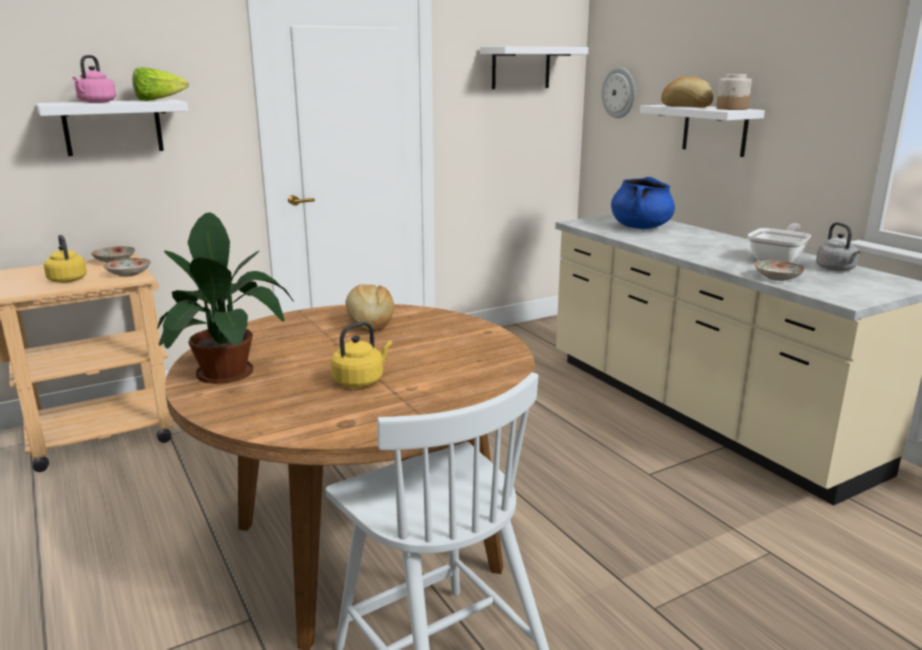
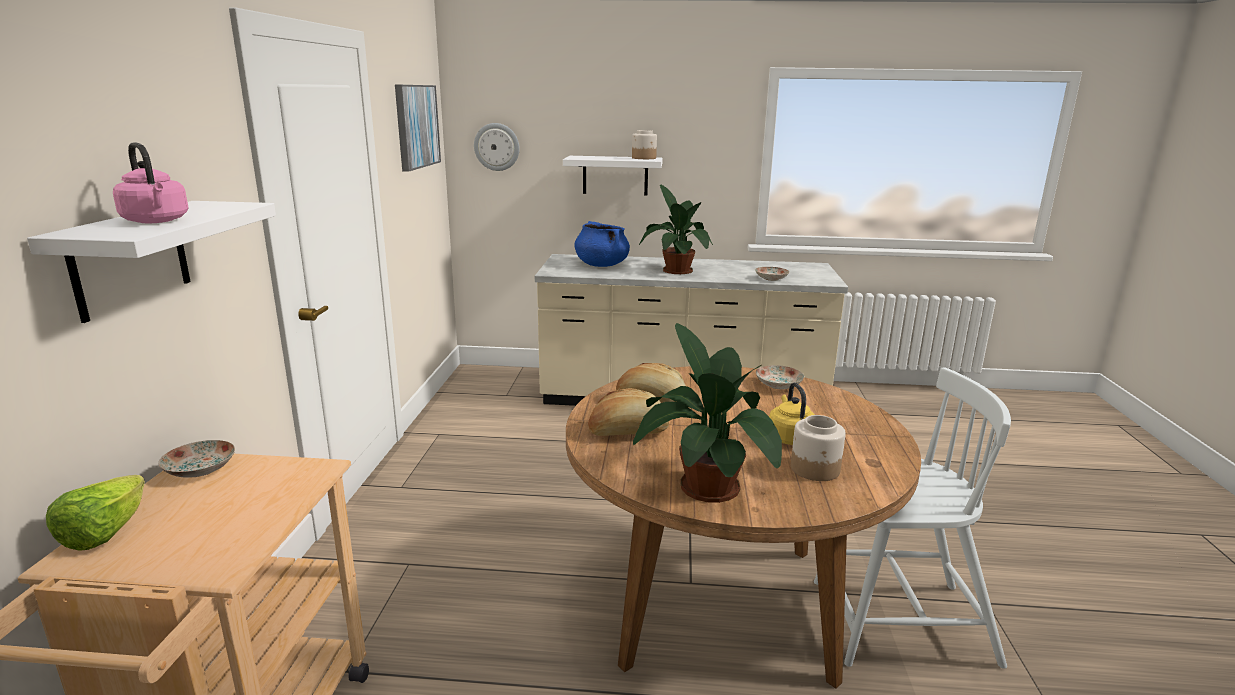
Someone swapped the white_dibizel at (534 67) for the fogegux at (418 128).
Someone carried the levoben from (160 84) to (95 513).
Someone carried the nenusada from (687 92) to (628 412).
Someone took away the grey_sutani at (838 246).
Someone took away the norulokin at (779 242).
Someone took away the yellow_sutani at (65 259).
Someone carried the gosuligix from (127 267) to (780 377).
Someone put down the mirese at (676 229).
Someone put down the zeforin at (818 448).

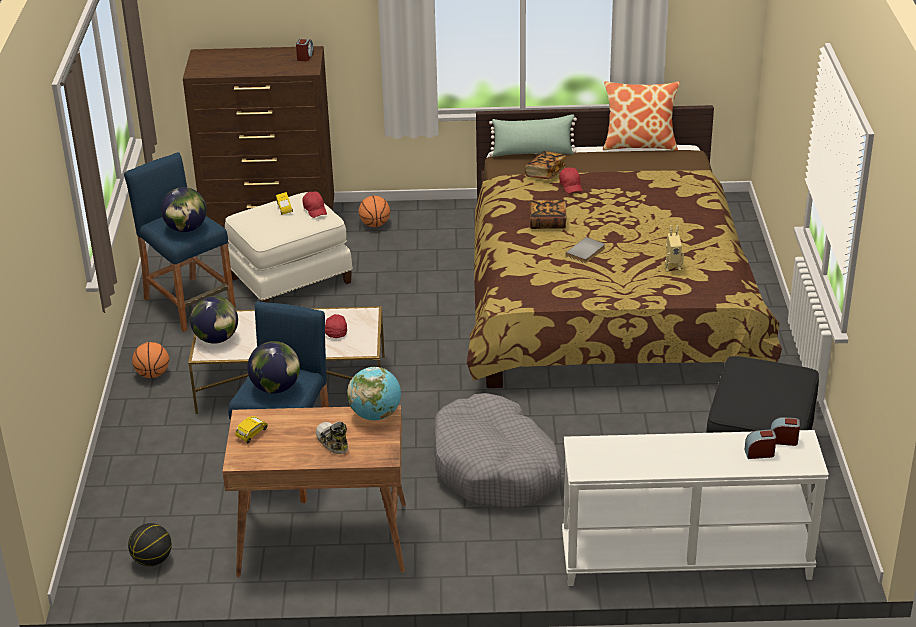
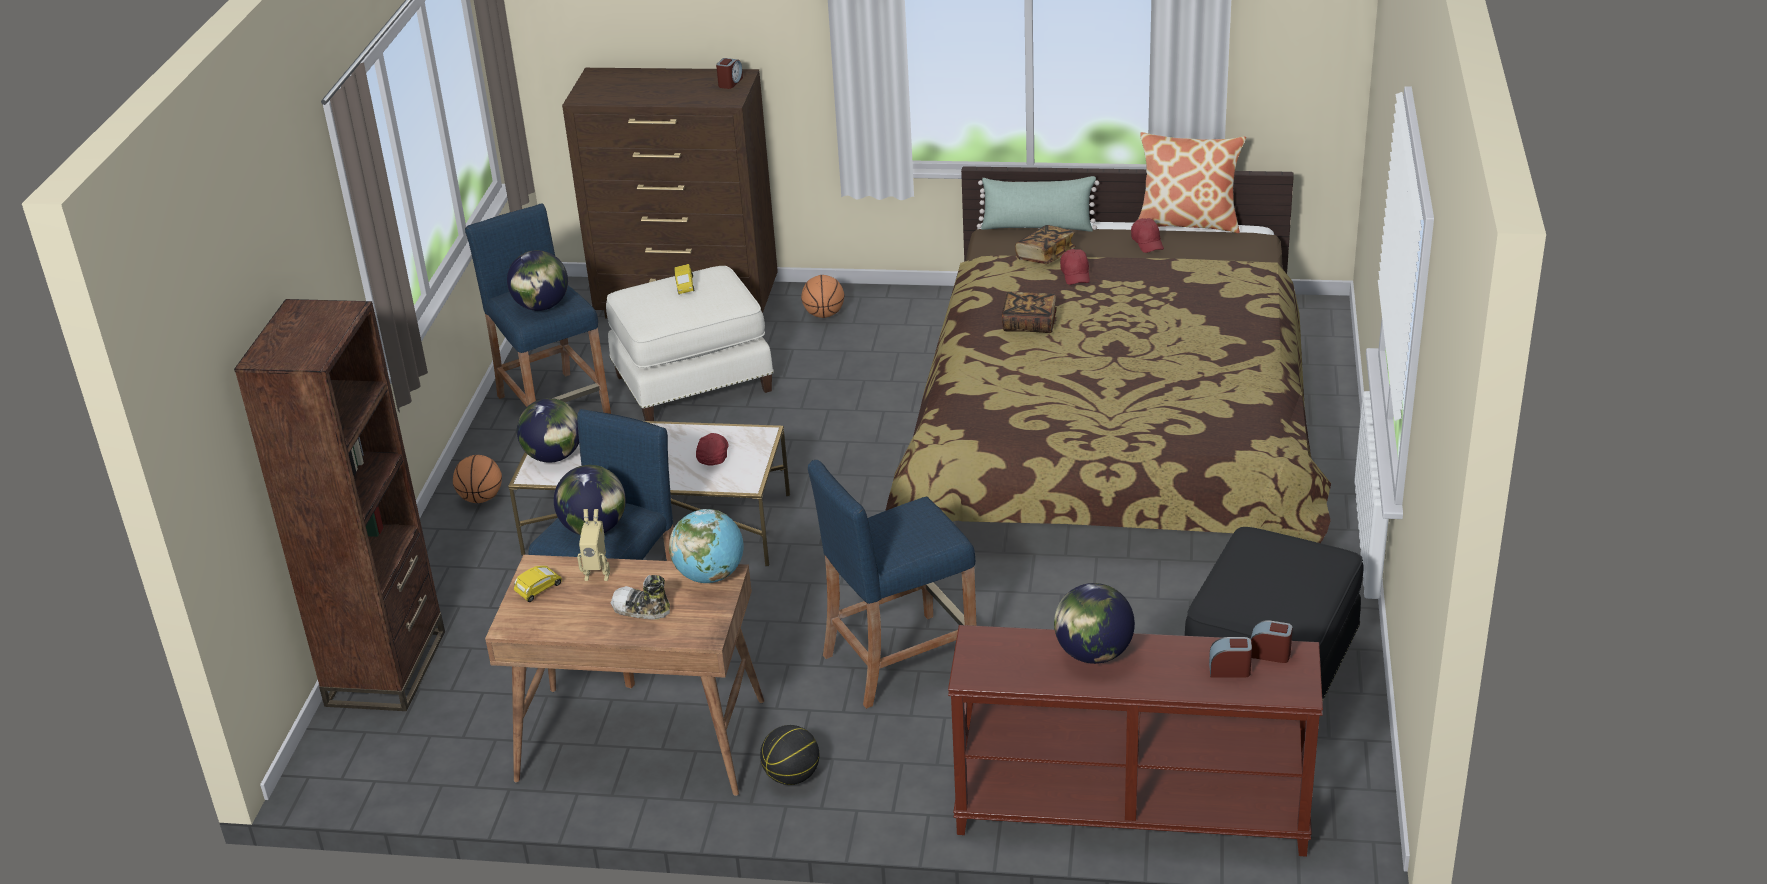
Someone carried the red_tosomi from (314 204) to (1147 235).
Someone carried the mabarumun from (674 248) to (593 545).
Someone took away the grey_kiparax at (585 250).
Someone swapped the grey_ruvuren at (498 451) for the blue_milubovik at (892 584).
Someone rotated the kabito at (331 437) by 45 degrees counterclockwise.
Someone repainted the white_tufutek at (695 508), which became the brown_tufutek at (1135 741).
Someone carried the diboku from (150 544) to (790 755).
Someone put down the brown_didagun at (339 505).
Someone put down the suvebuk at (1094 623).

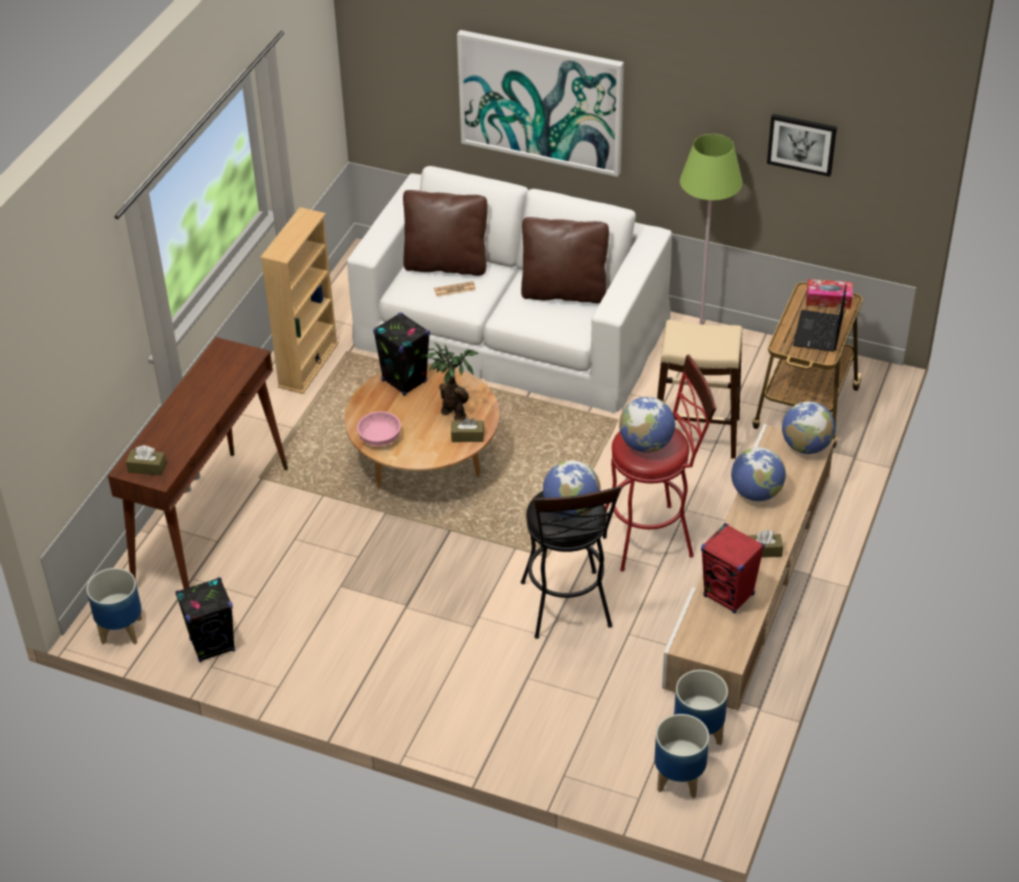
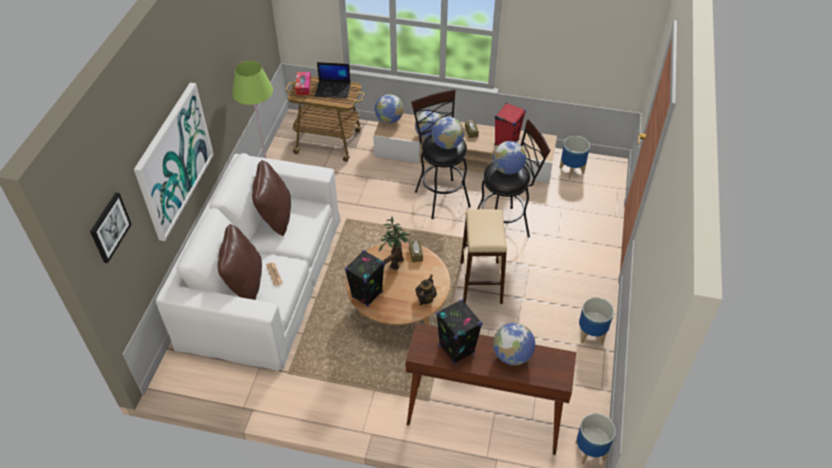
Someone carried the fogegux from (802 145) to (111 227).
Someone took away the beige_didagun at (299 300).
Someone carried the beige_milubovik from (700 389) to (483 256).
Someone repainted the red_milubovik at (660 463), which became the black_milubovik at (441 154).
Someone swapped the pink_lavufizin at (379 428) for the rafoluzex at (426 290).
Someone took away the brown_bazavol at (146 460).
Someone carried the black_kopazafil from (205 619) to (459 332).
Someone carried the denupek from (682 756) to (596 320).
Someone put down the suvebuk at (514 344).

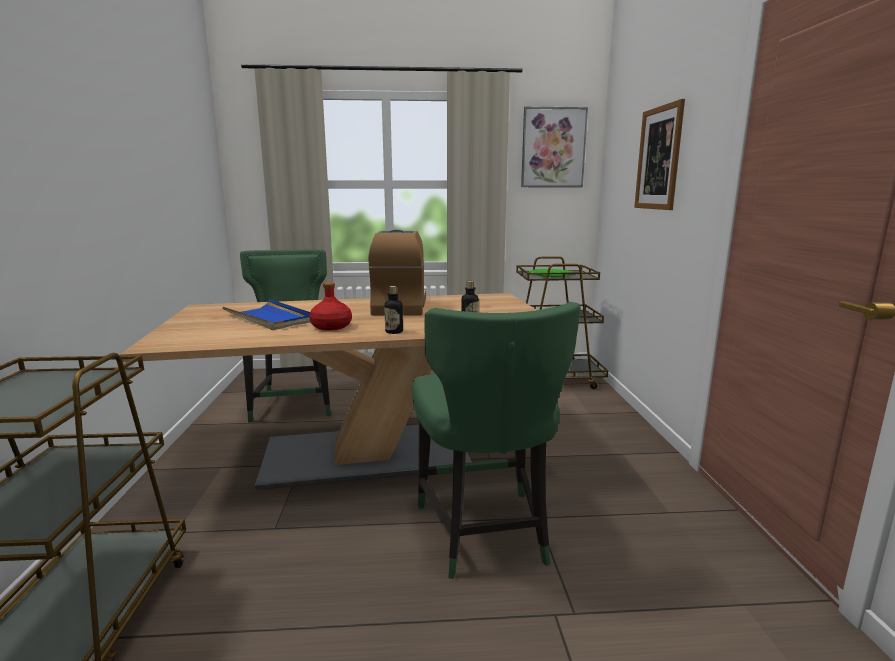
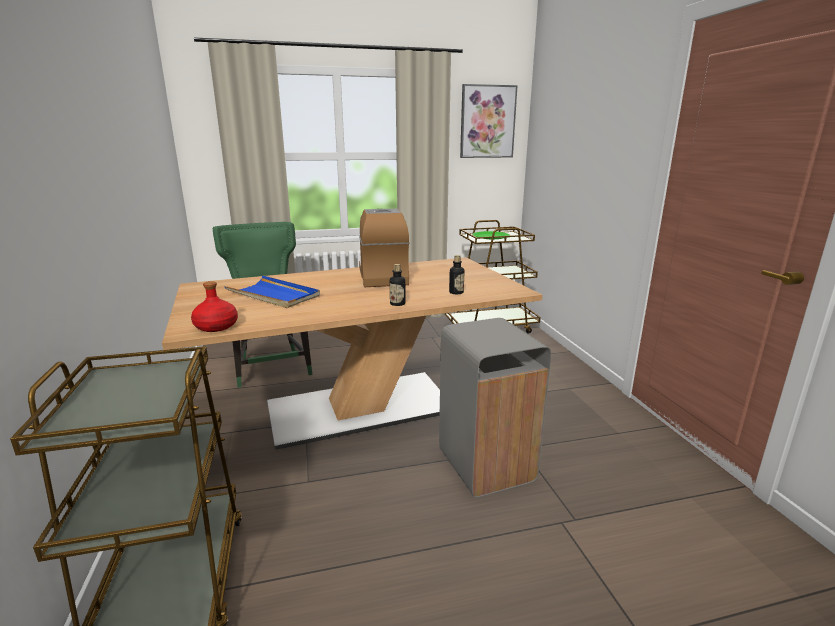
Someone took away the fogegux at (659 154).
Someone carried the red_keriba from (330 306) to (214 306).
Someone swapped the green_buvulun at (496 440) for the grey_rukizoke at (495 407).

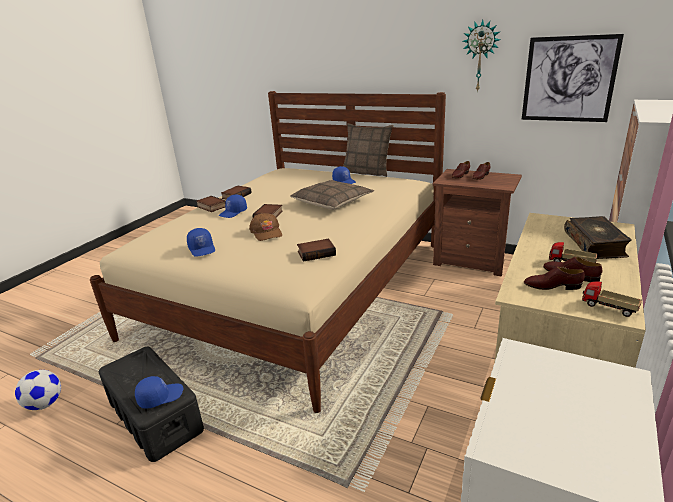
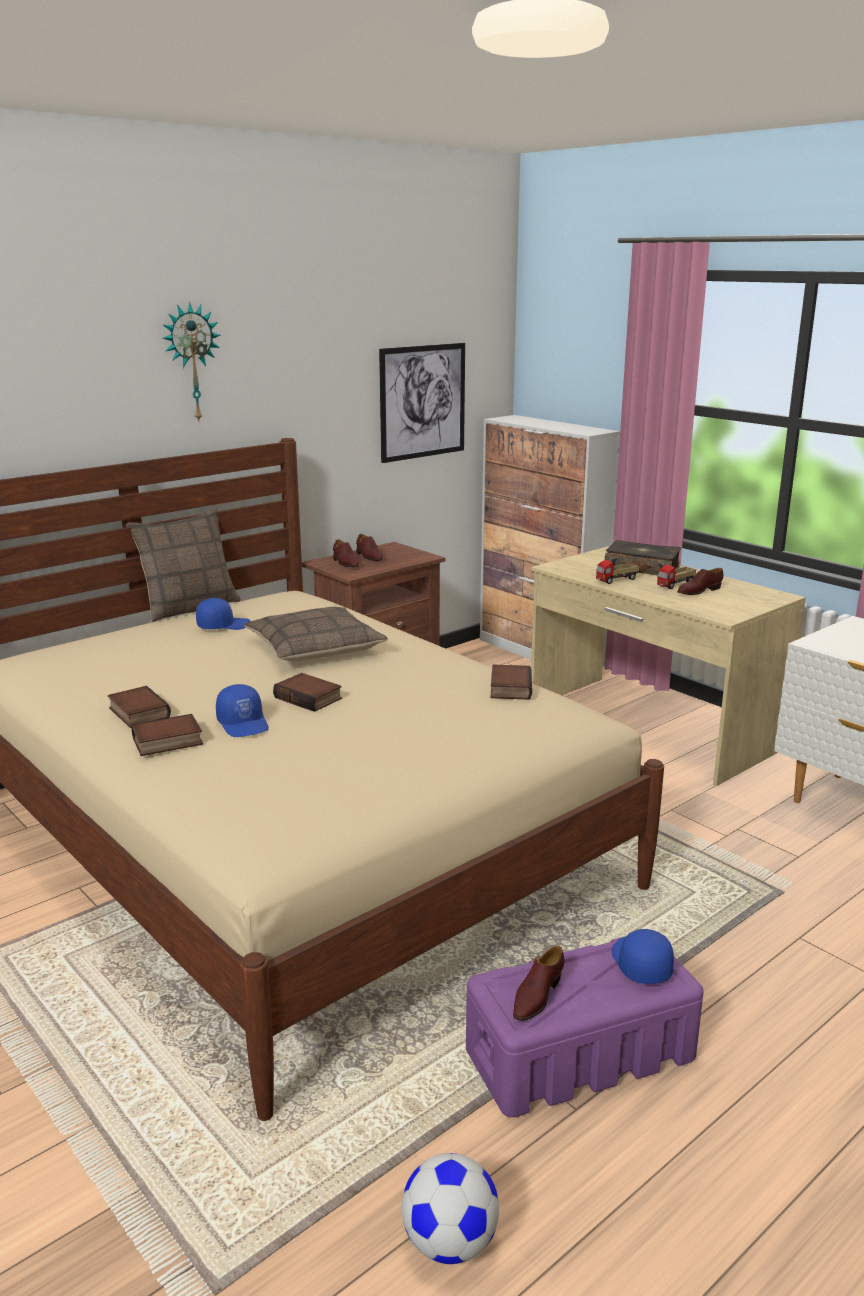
Someone carried the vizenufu from (481 56) to (191 361).
Someone took away the brown_tosomi at (265 227).
Someone took away the blue_tosomi at (201 242).
Someone carried the brown_kabito from (554 278) to (538 983).
Someone carried the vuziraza from (612 299) to (617 572).
Someone repainted the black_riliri at (151 404), which became the purple_riliri at (585 1027).

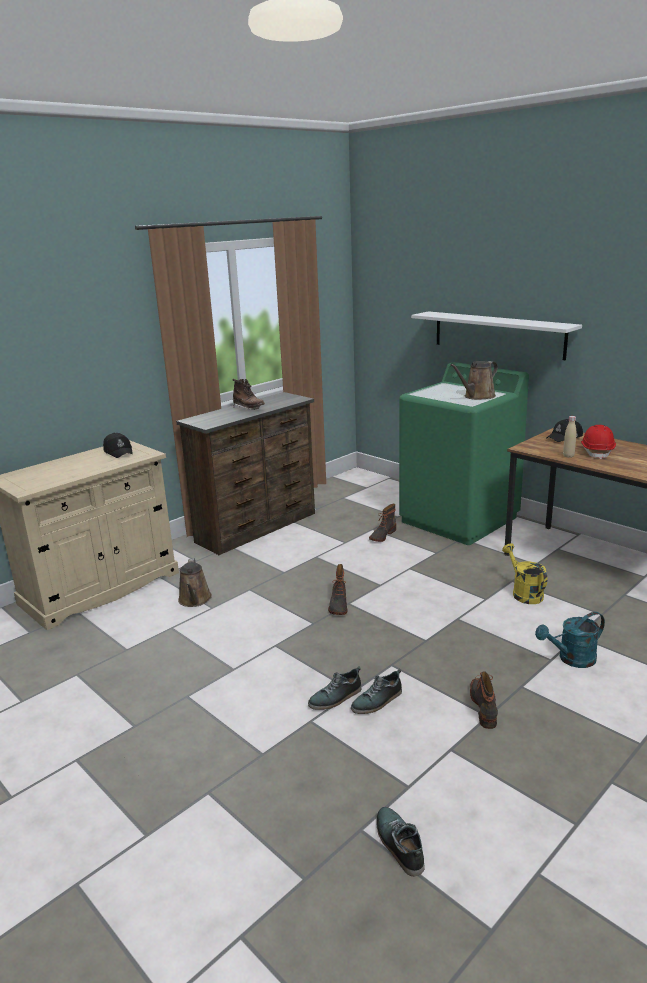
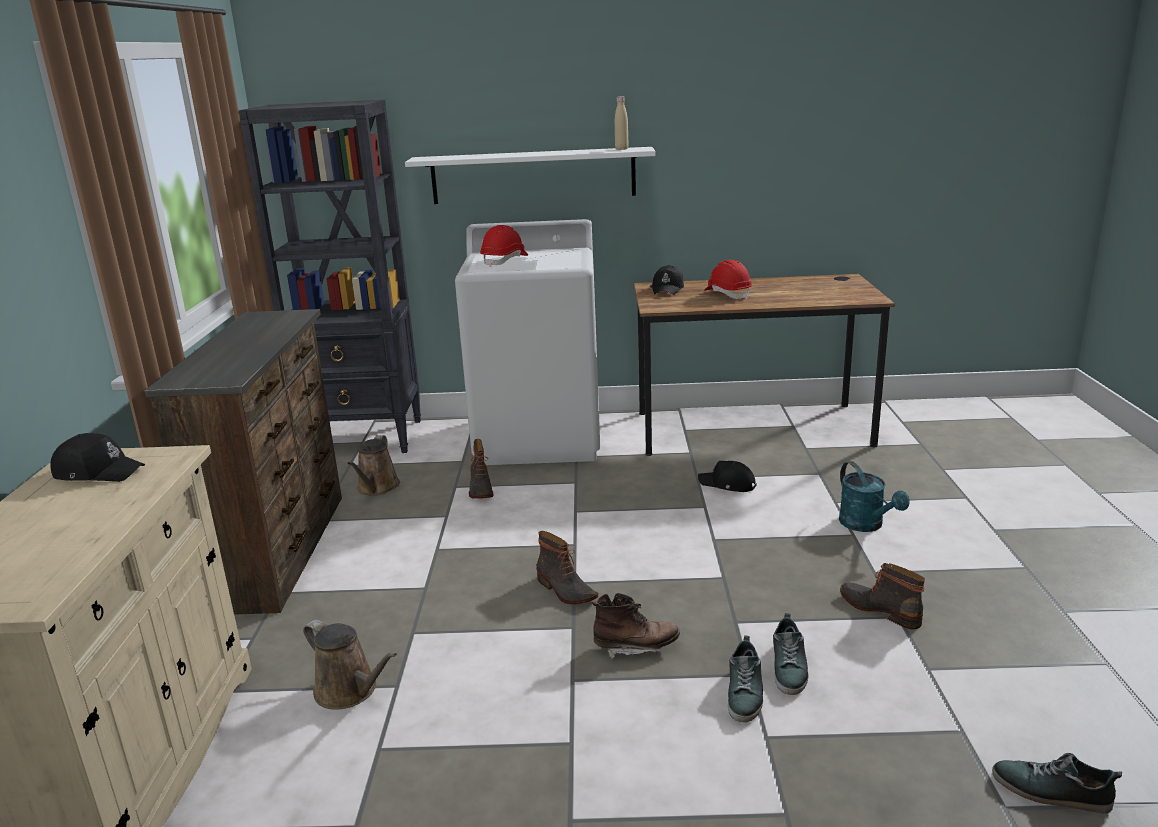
Someone carried the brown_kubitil from (474 380) to (373 465).
Someone repainted the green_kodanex at (464 453), which became the white_kodanex at (527 342).
Someone carried the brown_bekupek from (249 394) to (636 626).
Someone carried the beige_keriba from (570 437) to (622 123).
Someone swapped the yellow_kubitil at (524 573) for the black_tosomi at (727 476).
Someone rotated the turquoise_kubitil at (570 640) by 45 degrees counterclockwise.
Someone put down the black_didagun at (330 276).
Someone put down the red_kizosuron at (504 246).

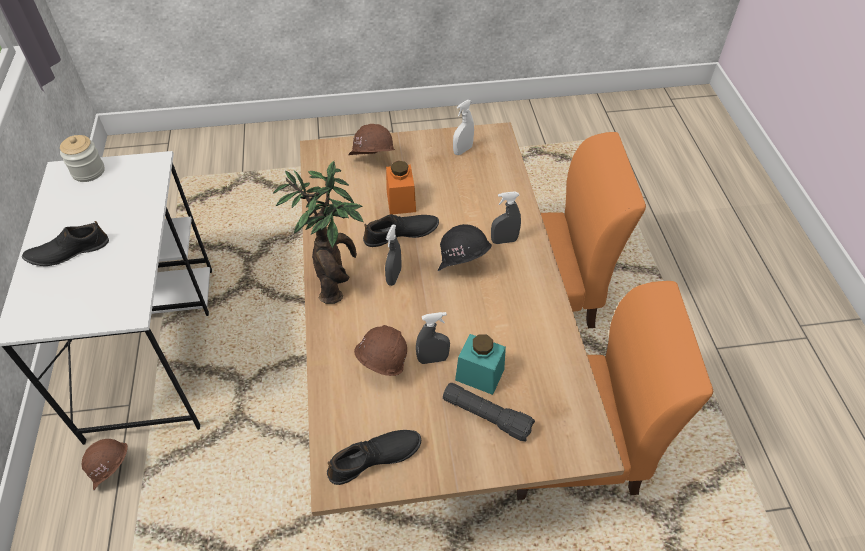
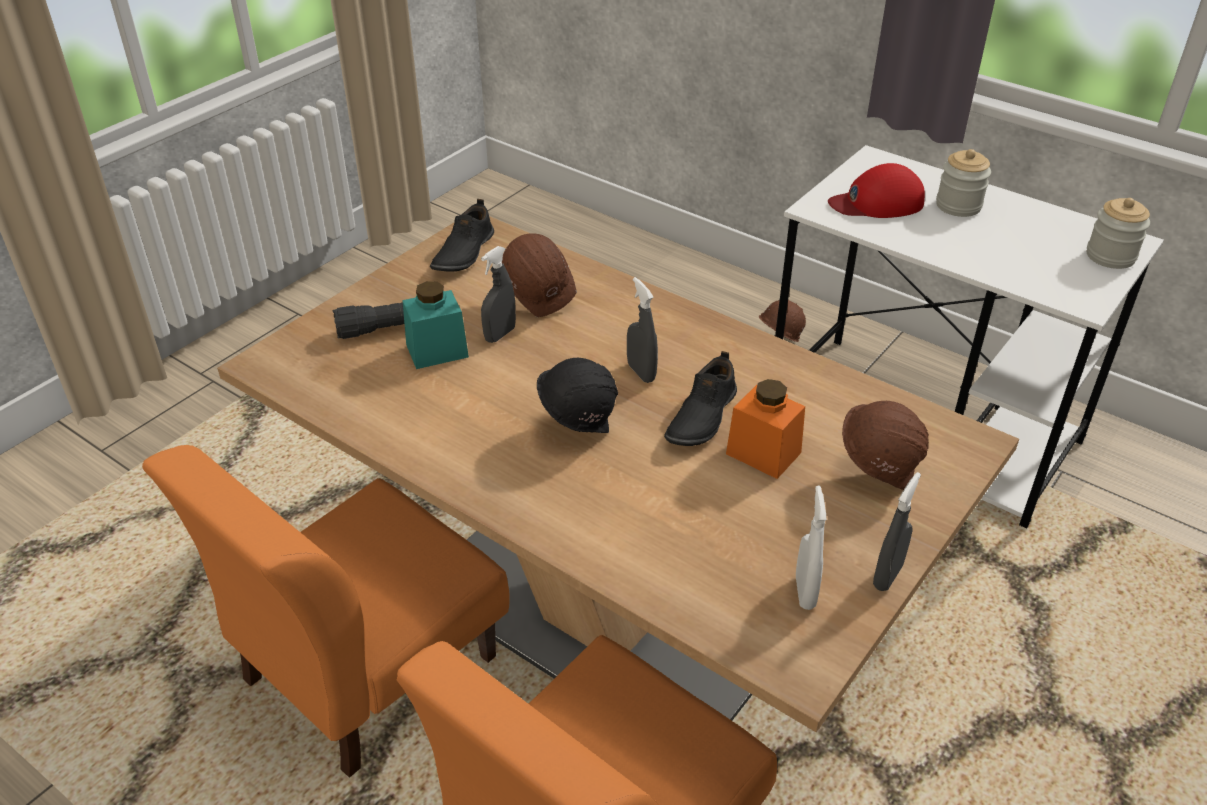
Someone took away the mirese at (318 232).
Someone carried the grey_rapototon from (506 217) to (897 531).
Someone swapped the black_kabito at (65 243) for the zeforin at (963 183).
Someone put down the red_tosomi at (876 190).

